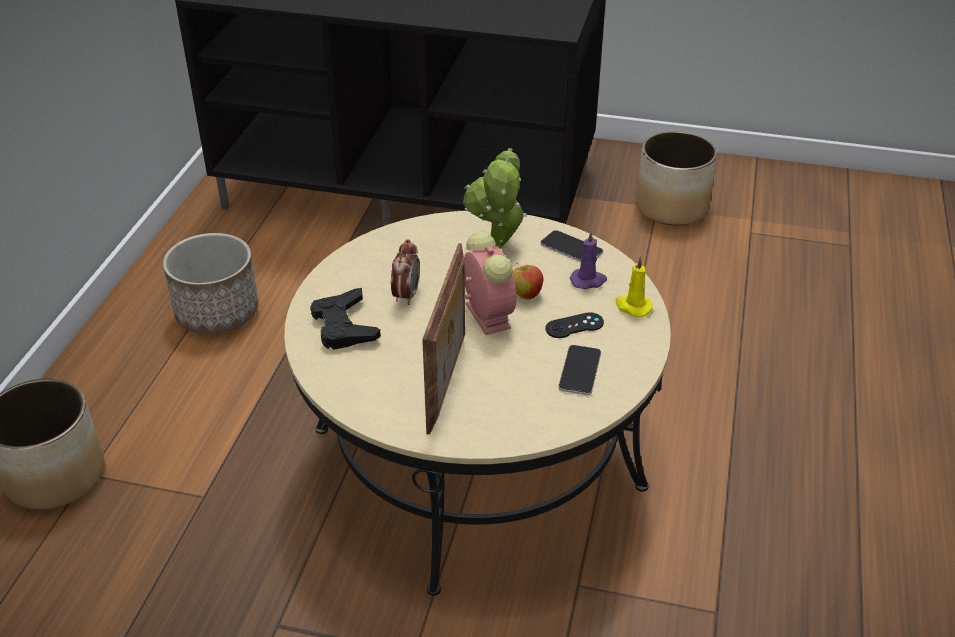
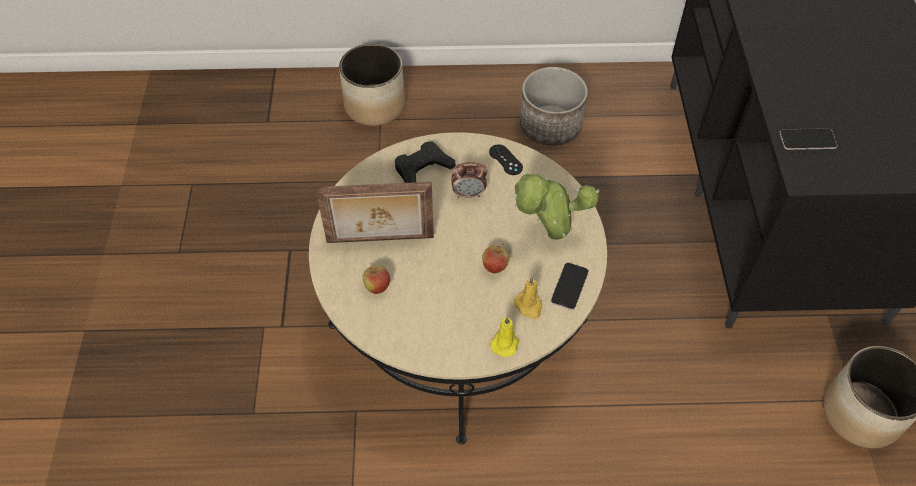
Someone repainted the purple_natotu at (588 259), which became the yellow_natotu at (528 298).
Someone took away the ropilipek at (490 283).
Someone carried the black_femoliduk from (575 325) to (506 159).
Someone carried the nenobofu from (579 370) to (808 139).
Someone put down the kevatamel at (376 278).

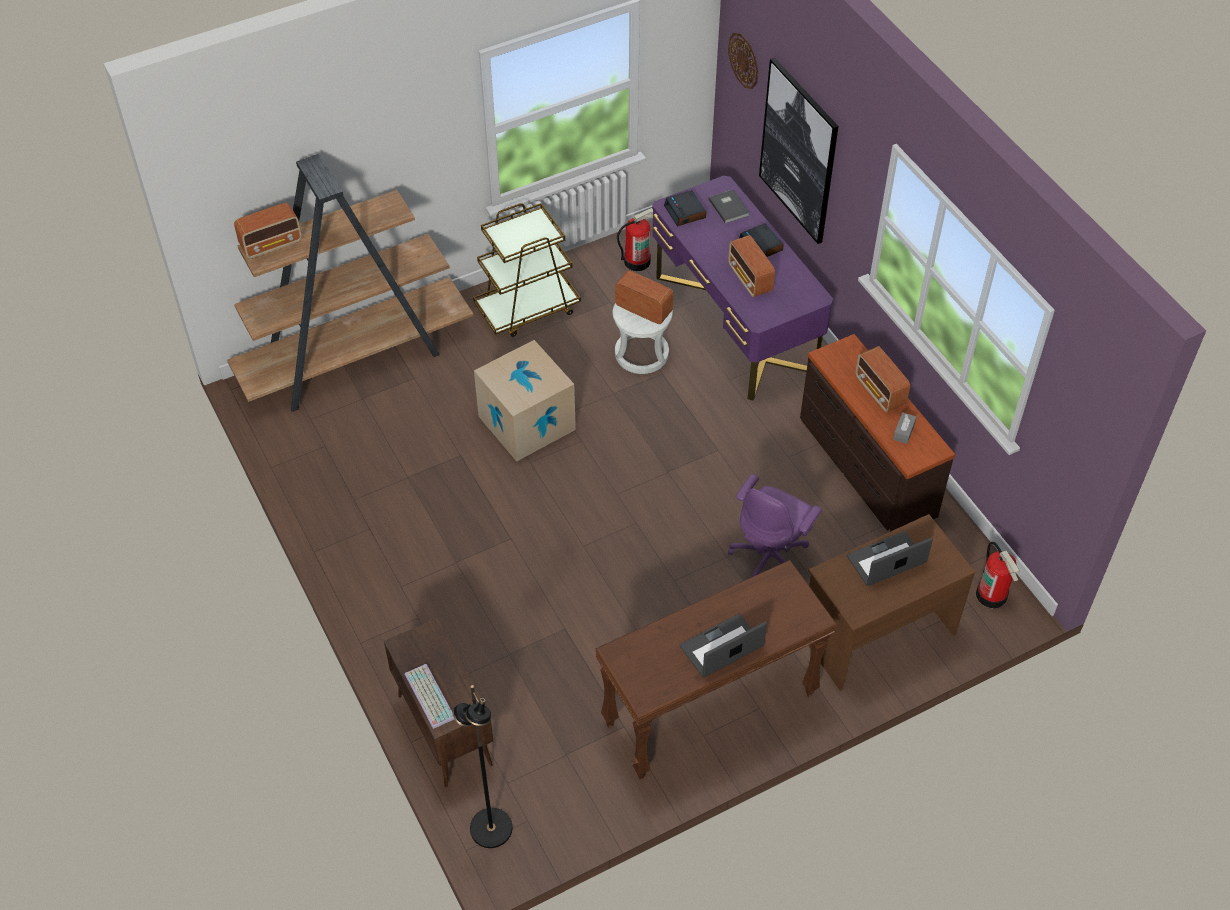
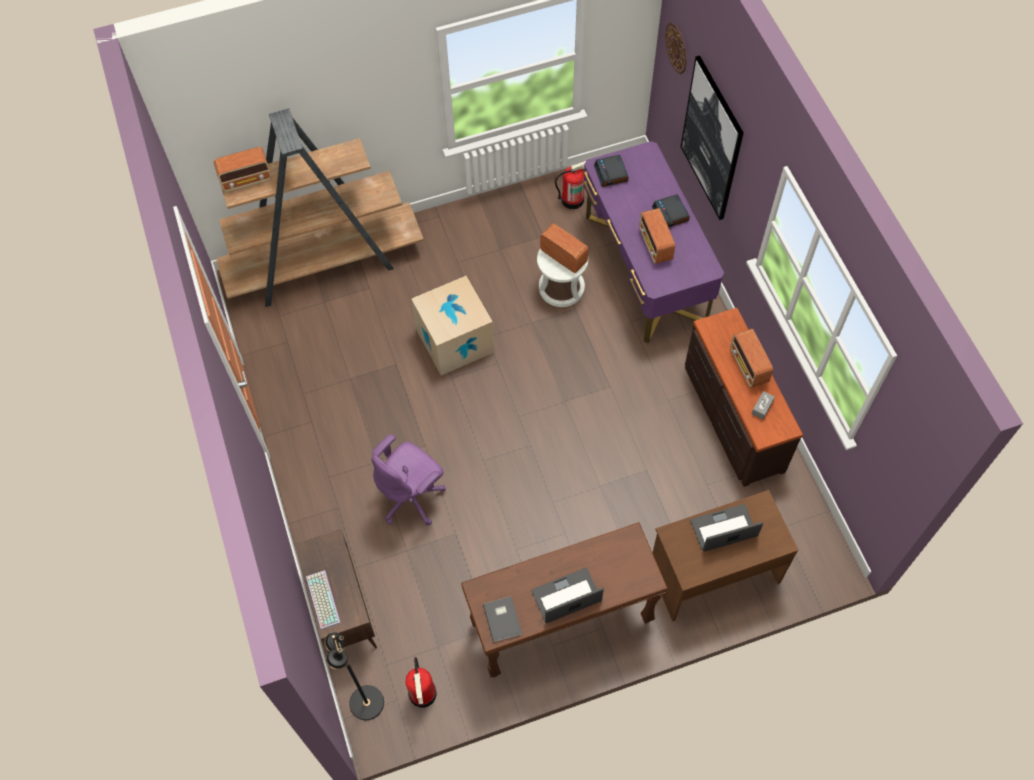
Someone carried the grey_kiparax from (729 206) to (502 619).
Someone took away the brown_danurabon at (527 270).
Someone carried the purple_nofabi from (775 525) to (409 480).
Someone carried the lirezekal from (998 575) to (421 682).

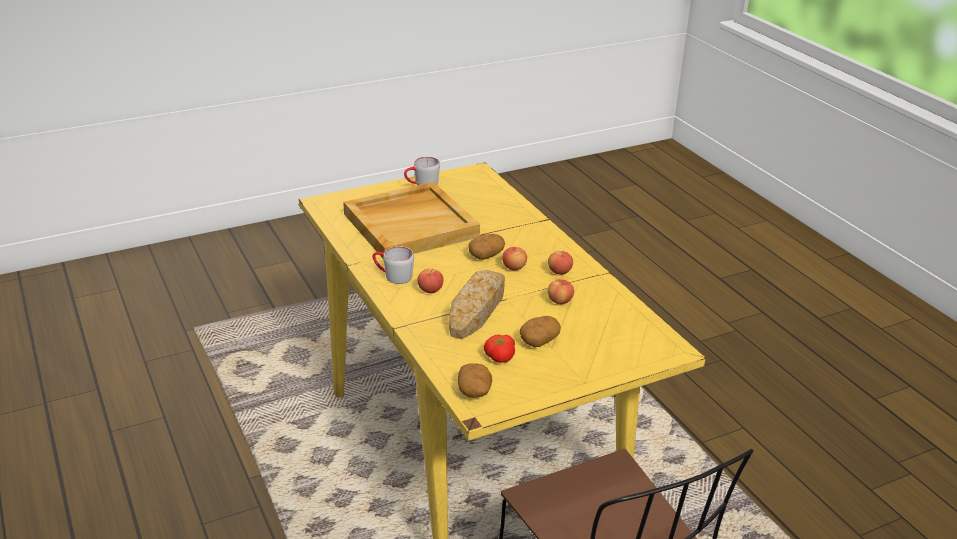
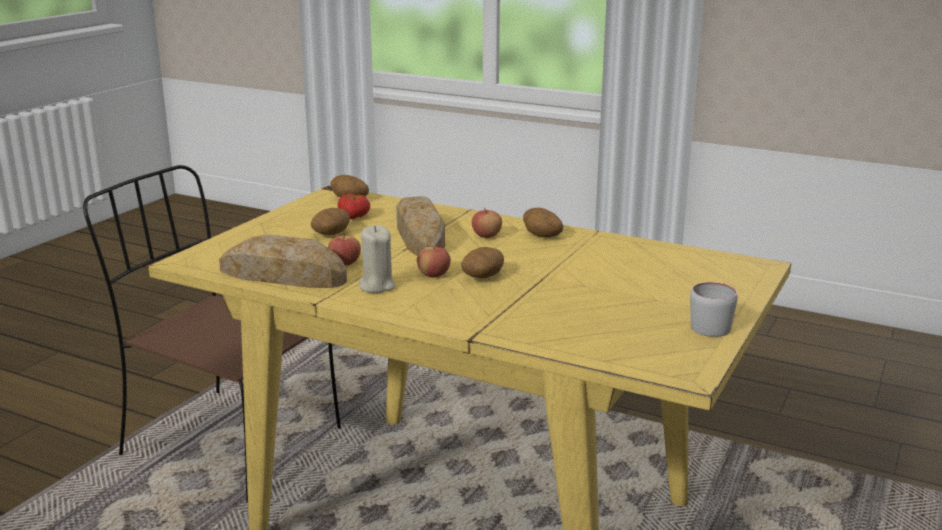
Someone took away the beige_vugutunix at (411 220).
Someone swapped the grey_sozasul at (393 265) for the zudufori at (543 223).
Someone swapped the kevatamel at (560 262) for the beige_natotu at (377 259).
Someone put down the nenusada at (283 261).

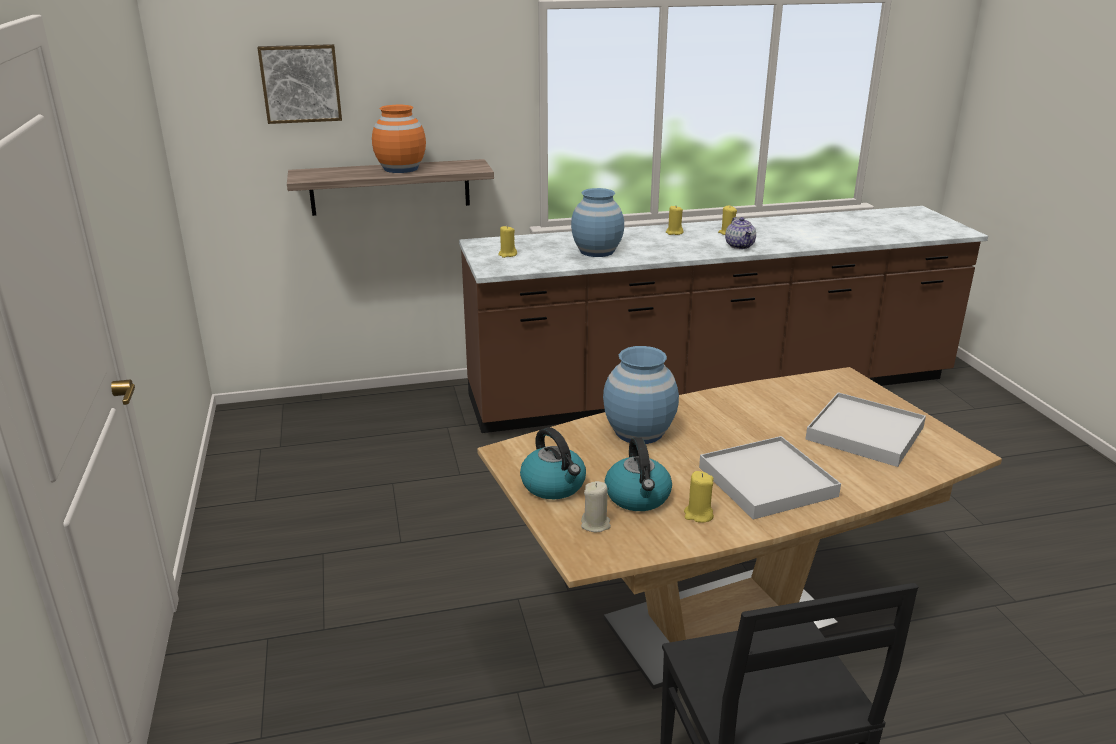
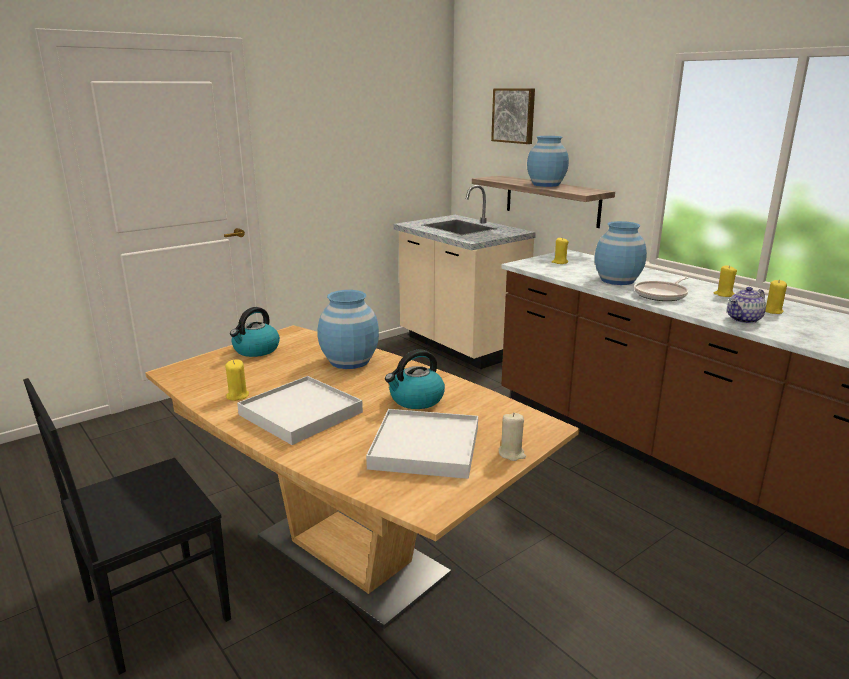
Someone repainted the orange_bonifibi at (399 139), which became the blue_bonifibi at (548 161).
Someone carried the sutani from (638 474) to (415 379).
Someone carried the beige_natotu from (596 506) to (512 437).
Someone put down the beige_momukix at (465 277).
Someone put down the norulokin at (661 289).

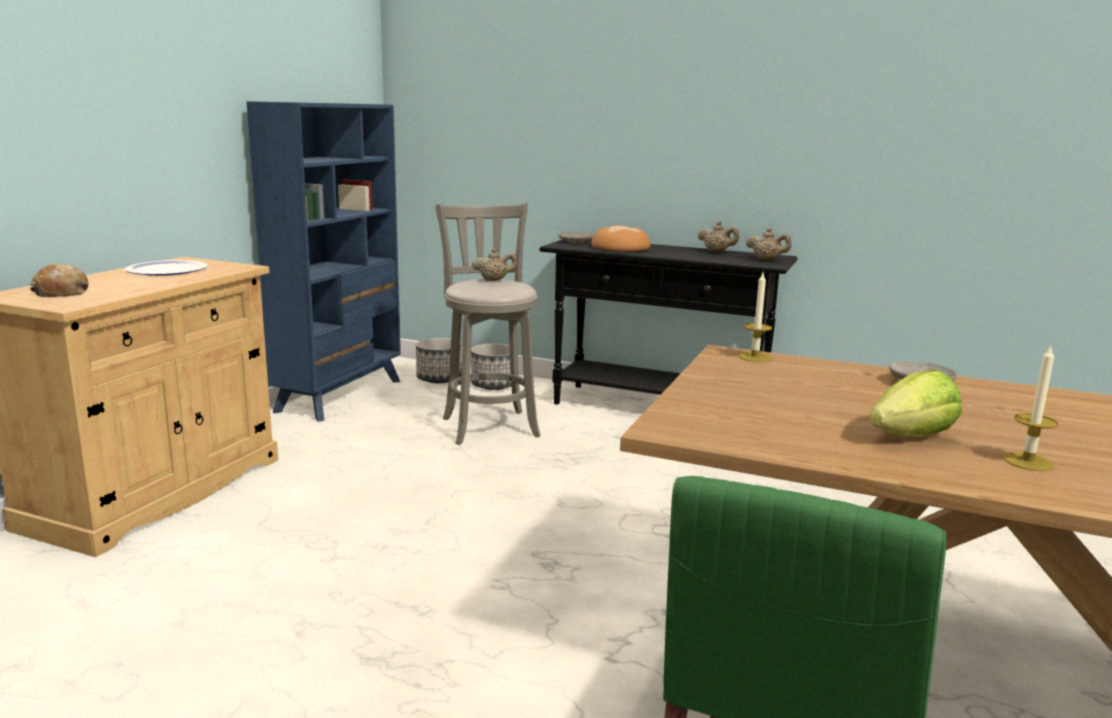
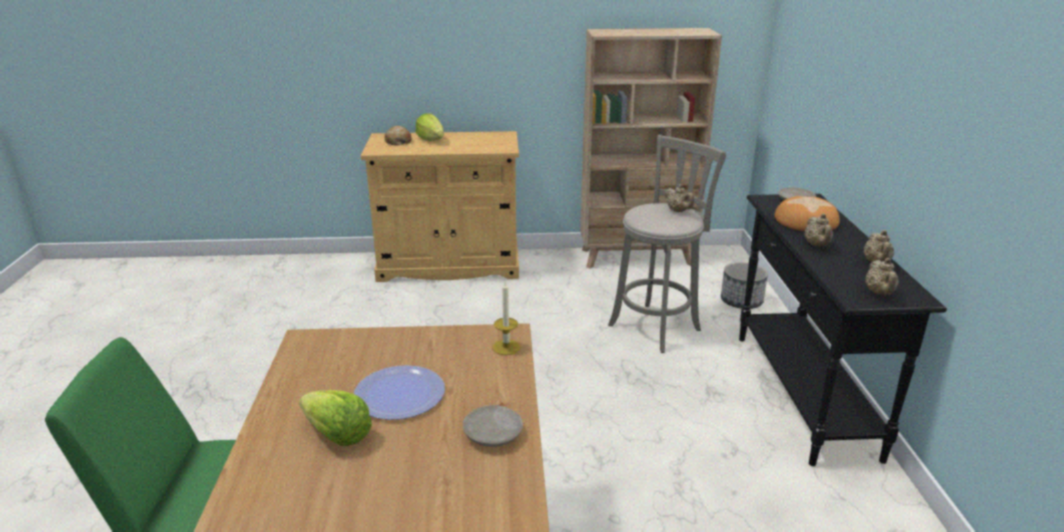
Someone repainted the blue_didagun at (323 261), which became the beige_didagun at (651 148).
Someone carried the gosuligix from (166 268) to (399 392).
Someone took away the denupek at (439 360).
Someone took away the natotu at (1030 407).
Someone put down the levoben at (430 127).
Someone put down the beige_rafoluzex at (819 230).

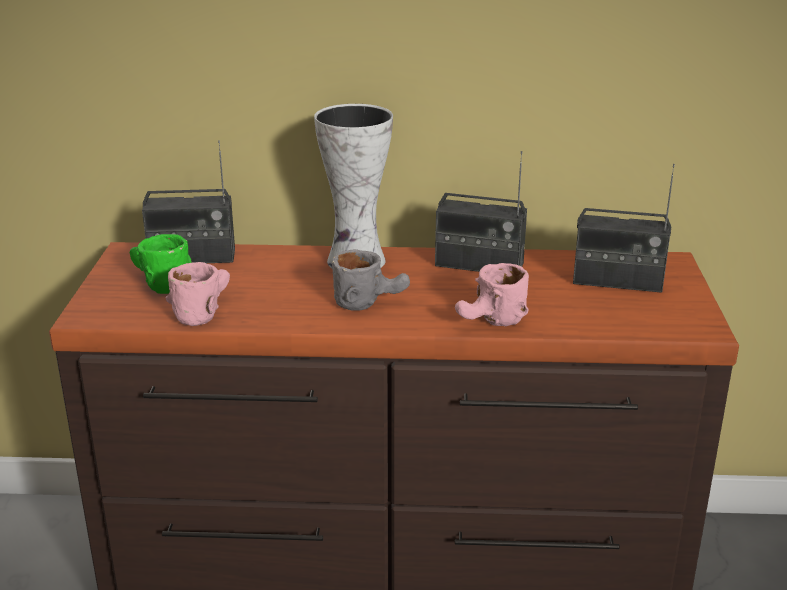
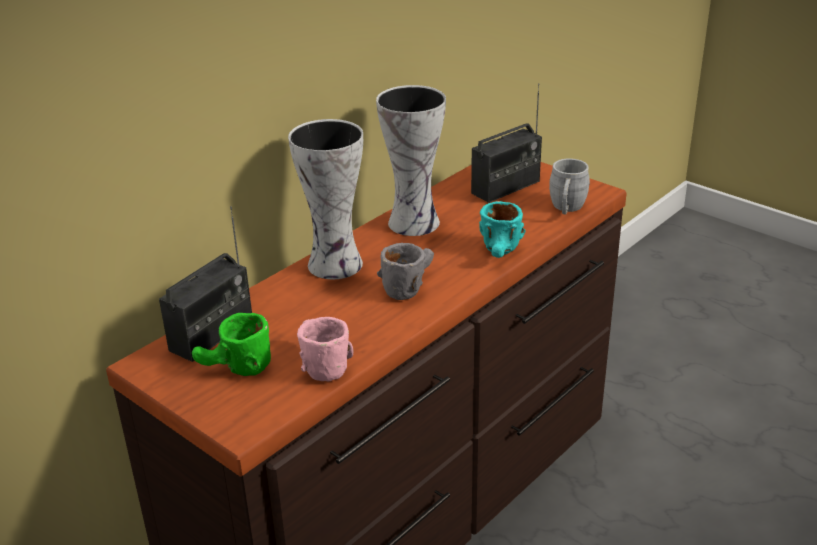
Someone swapped the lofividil at (481 211) for the bonifibi at (411 160).
Someone repainted the pink_sozasul at (492 294), which became the turquoise_sozasul at (502 229).
Someone put down the grey_sozasul at (569 186).

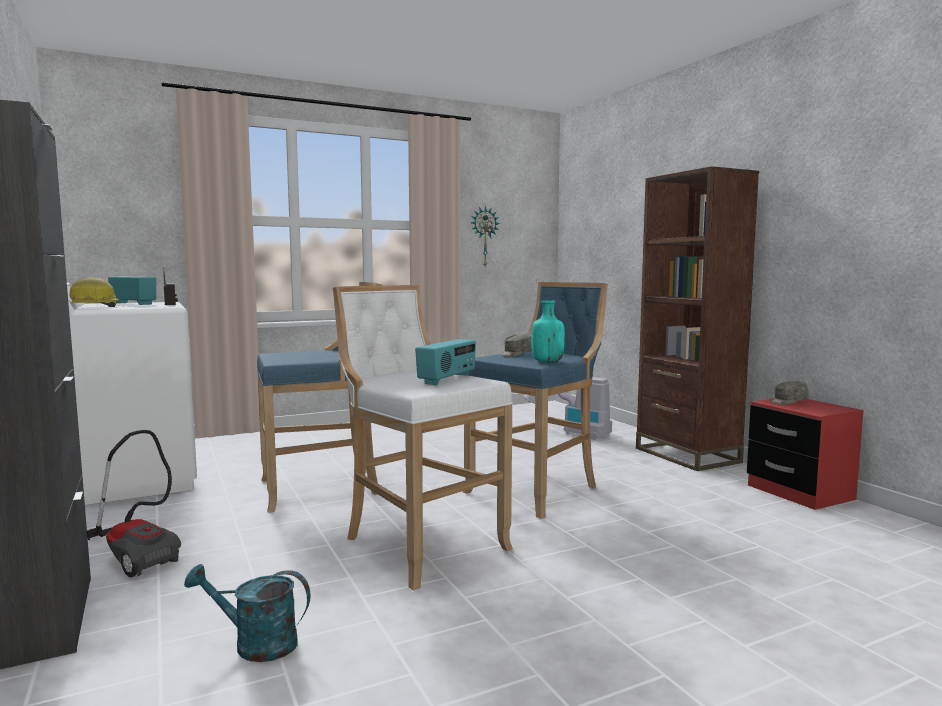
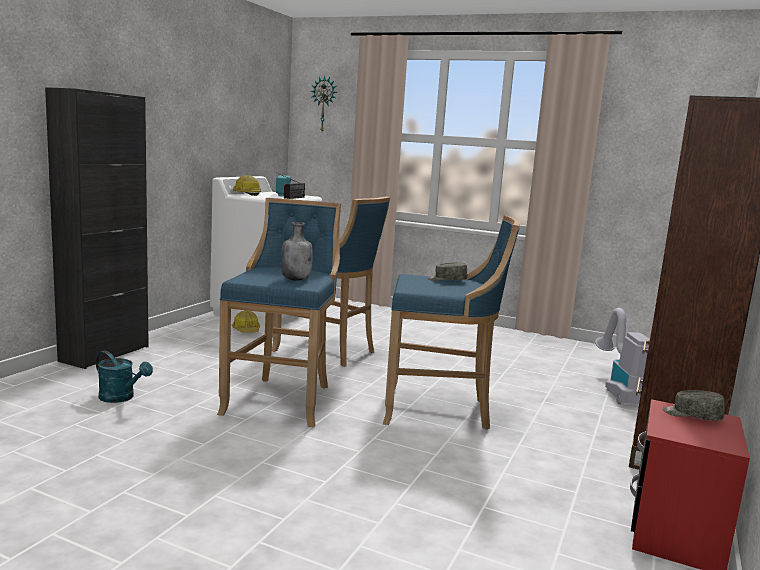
Someone carried the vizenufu from (485 236) to (324 103).
Someone repainted the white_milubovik at (423 437), which became the blue_milubovik at (279 312).
Someone took away the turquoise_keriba at (548 331).
Someone swapped the lofividil at (445 362) for the grey_keriba at (297 251).
Someone took away the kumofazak at (134 503).
Someone rotated the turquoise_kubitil at (247 613) by 150 degrees clockwise.
Someone put down the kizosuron at (246 321).

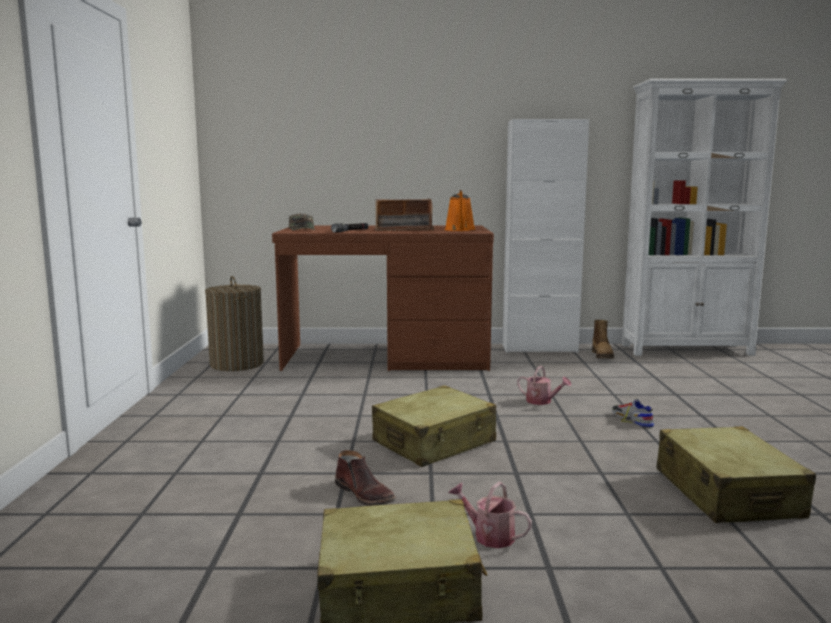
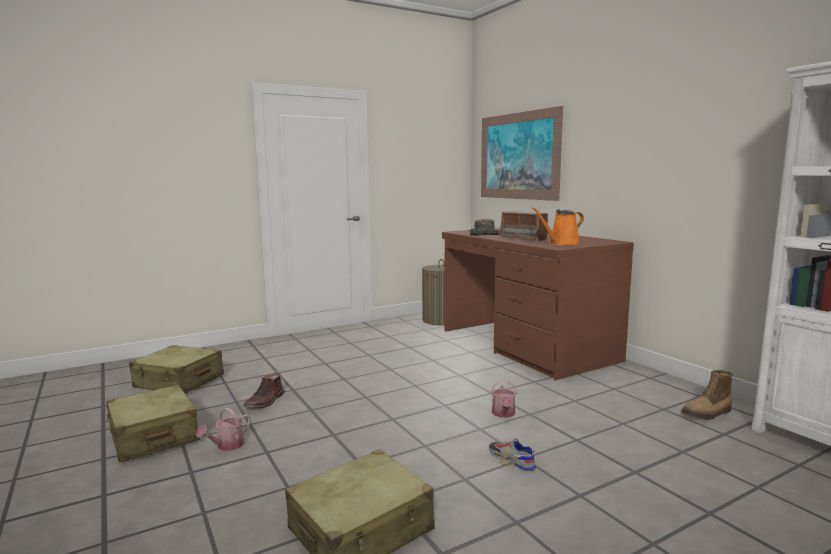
Someone took away the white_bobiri at (546 236).
Someone carried the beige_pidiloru from (434 426) to (176 369).
Someone rotated the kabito at (633 413) by 75 degrees counterclockwise.
Someone rotated the kubitil at (490 515) by 150 degrees counterclockwise.
Someone put up the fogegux at (522 153).

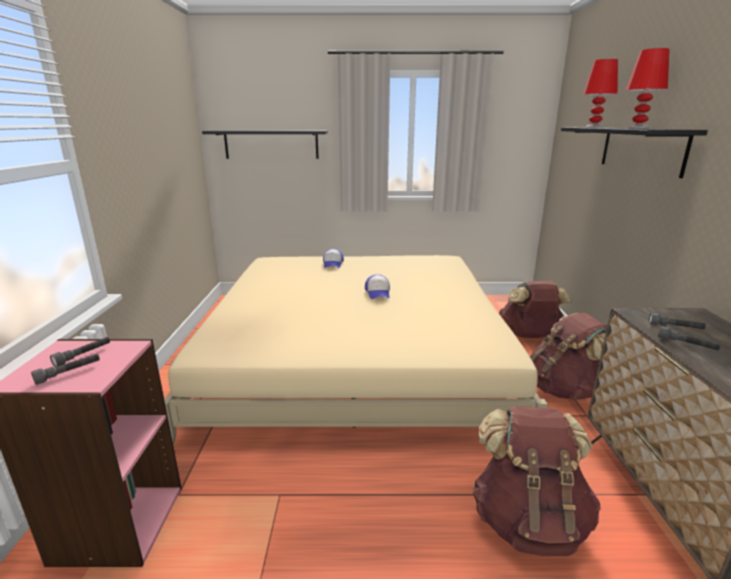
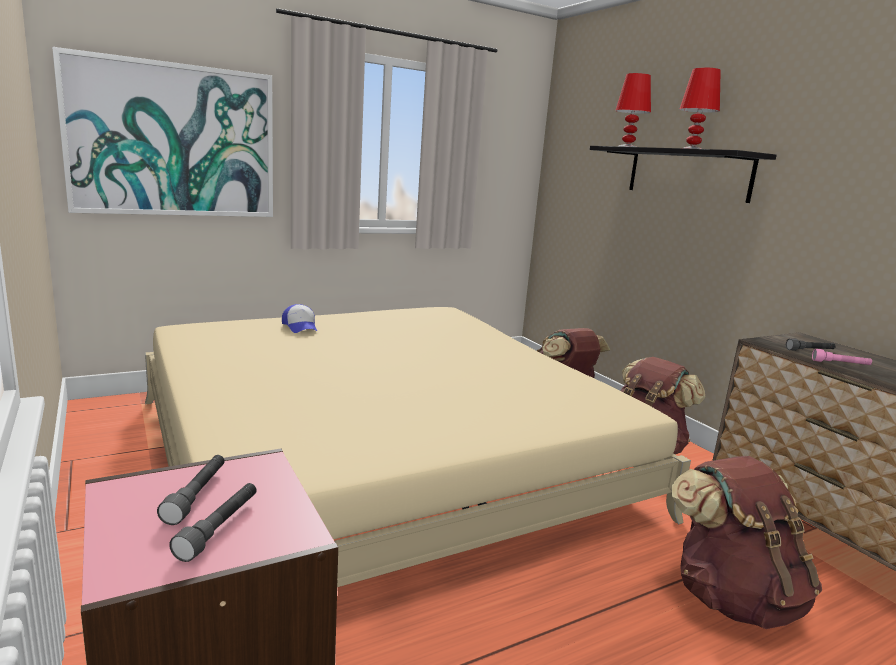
Someone swapped the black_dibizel at (265 144) for the fogegux at (162 132).
Someone took away the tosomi at (377 286).
Someone repainted the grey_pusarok at (689 338), which became the pink_pusarok at (842 357).

